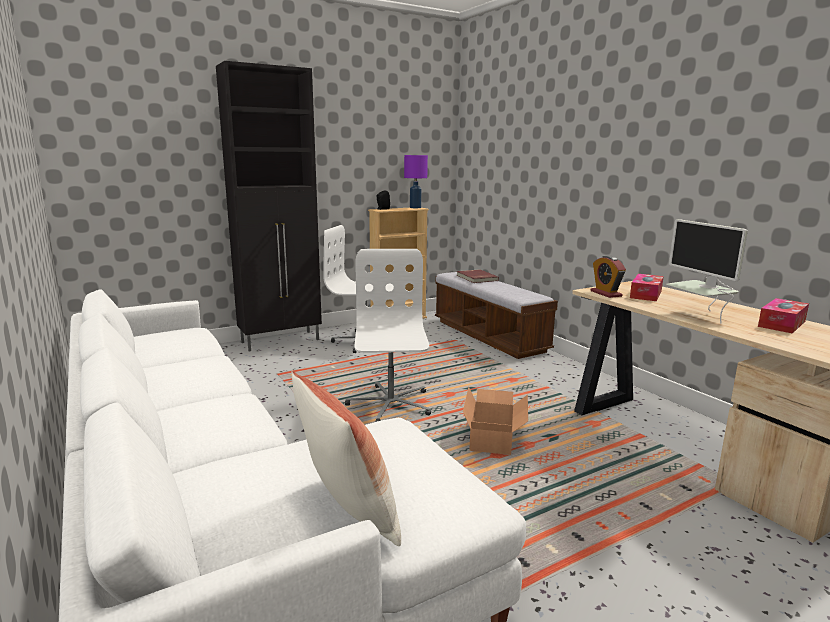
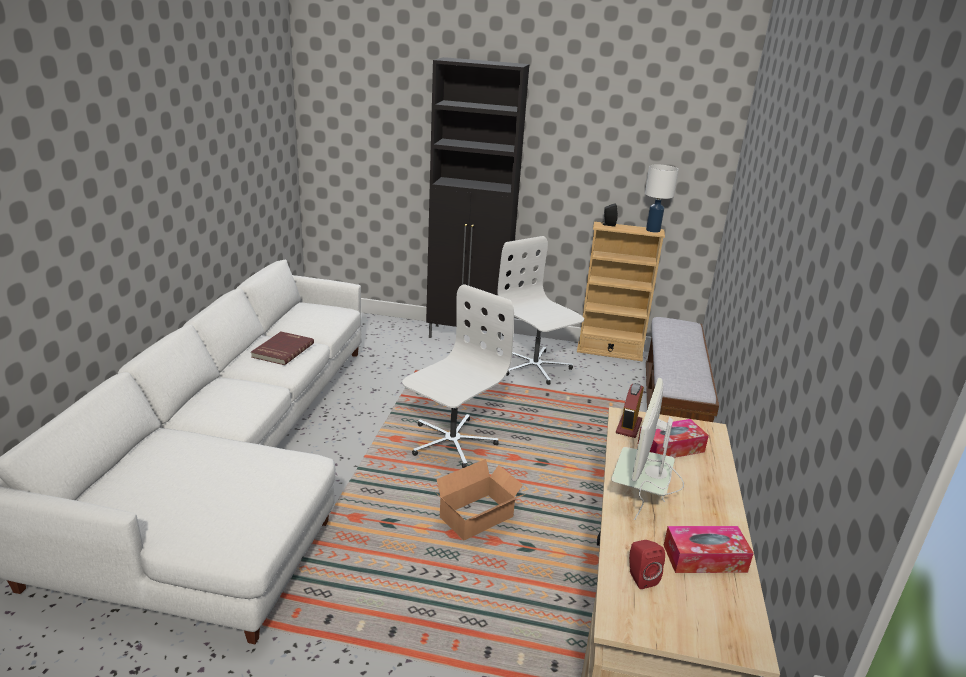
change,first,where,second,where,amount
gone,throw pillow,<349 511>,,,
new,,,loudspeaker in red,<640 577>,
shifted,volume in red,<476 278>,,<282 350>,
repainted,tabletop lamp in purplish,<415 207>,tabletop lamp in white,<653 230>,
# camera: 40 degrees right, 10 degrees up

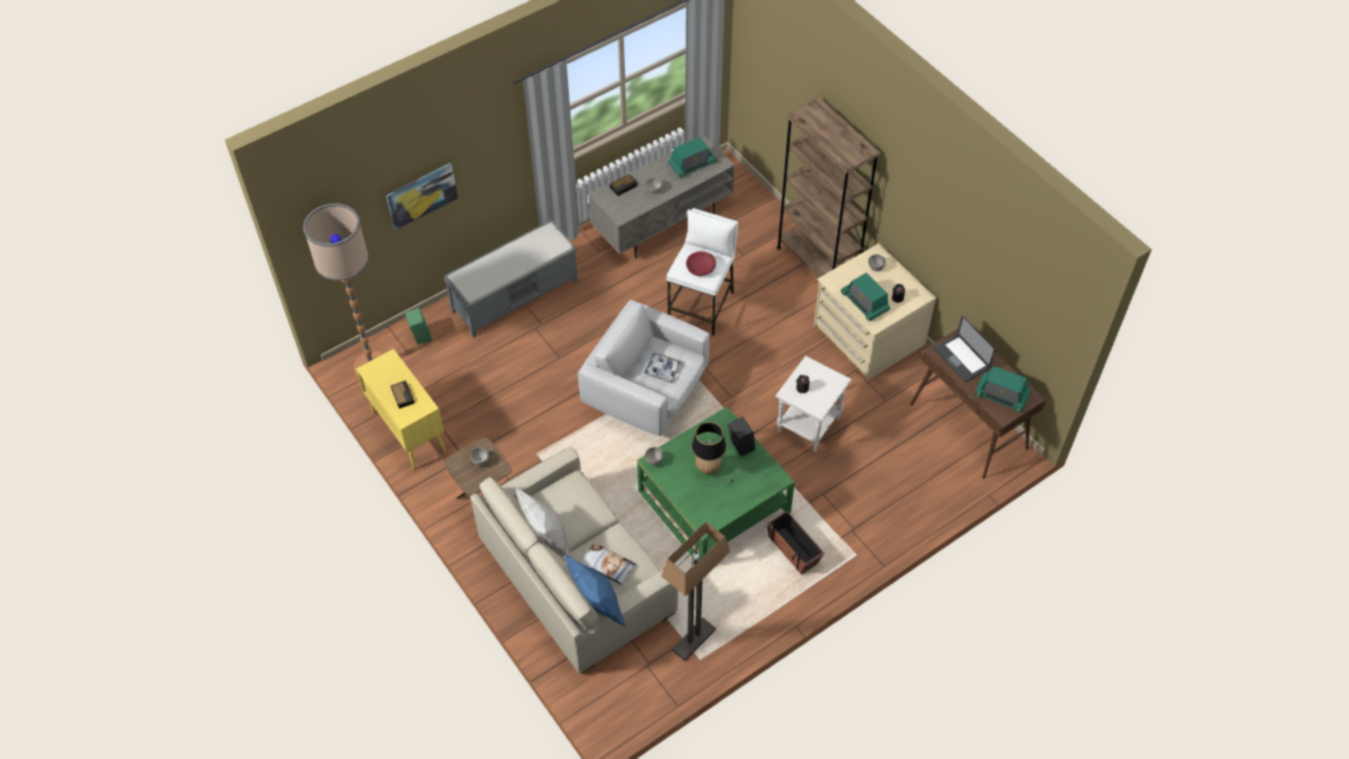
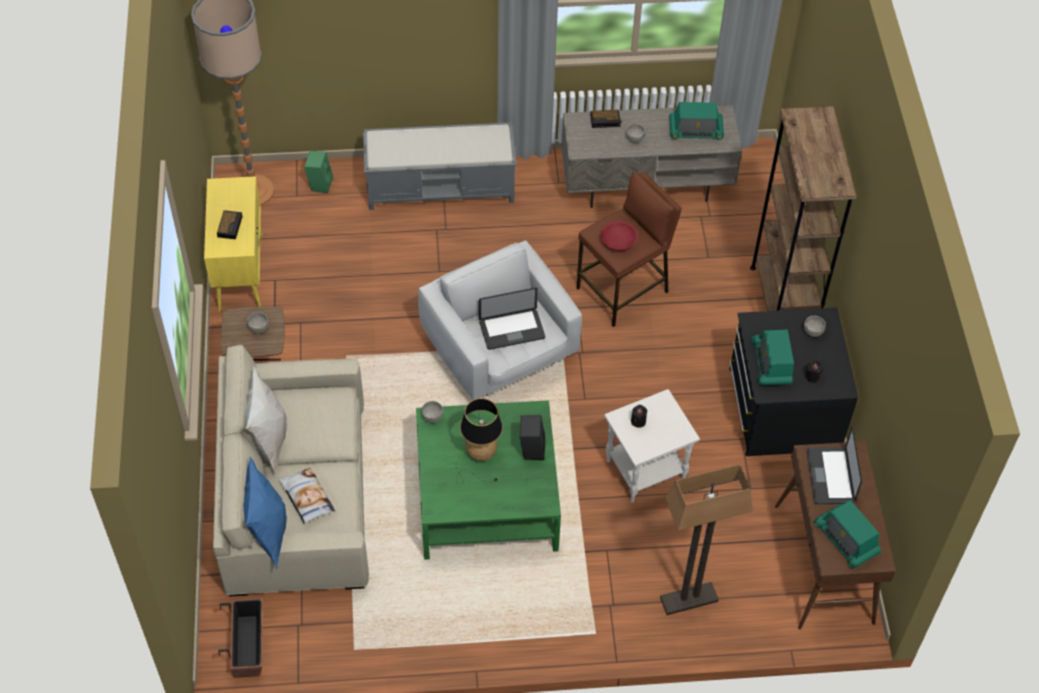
change,first,where,second,where,amount
gone,picture,<421 195>,,,
shifted,standard lamp,<694 640>,,<688 600>,
shifted,planter,<793 549>,,<248 646>,
swapped,carrying tray,<662 370>,laptop,<512 330>,
repainted,sitting stool in white,<702 307>,sitting stool in brownish,<623 290>,
repainted,dresser in beige-coloured,<867 336>,dresser in blackish,<782 409>,
# camera: 30 degrees right, 0 degrees up

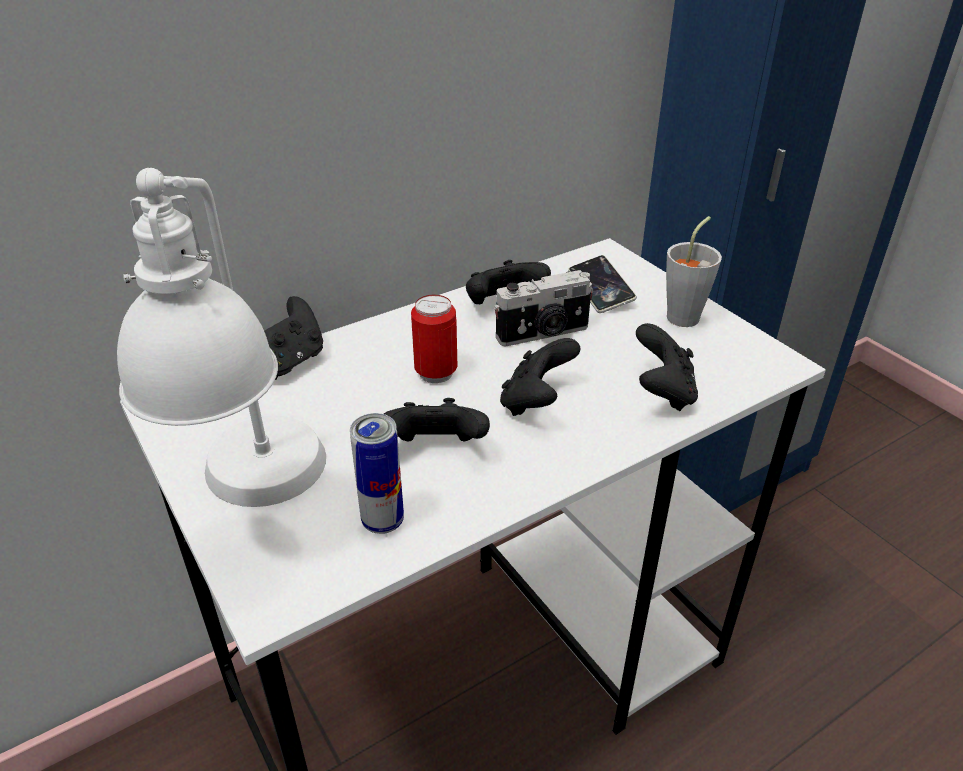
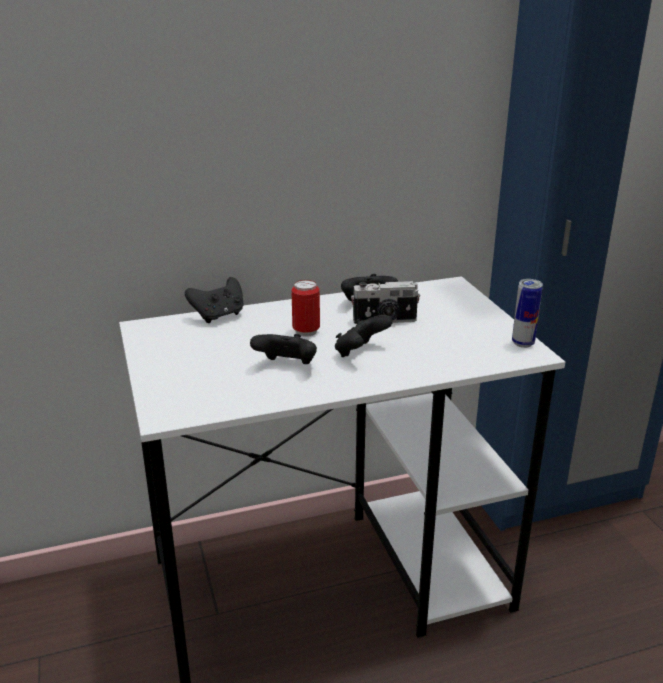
change,first,where,second,where,amount
gone,tabletop lamp in white,<258 502>,,,
gone,telephone,<600 289>,,,
gone,joypad in blackish,<662 392>,,,
gone,small cup in gray,<686 314>,,,
shifted,sealed can,<383 521>,,<523 343>,
# camera: 15 degrees right, 10 degrees down

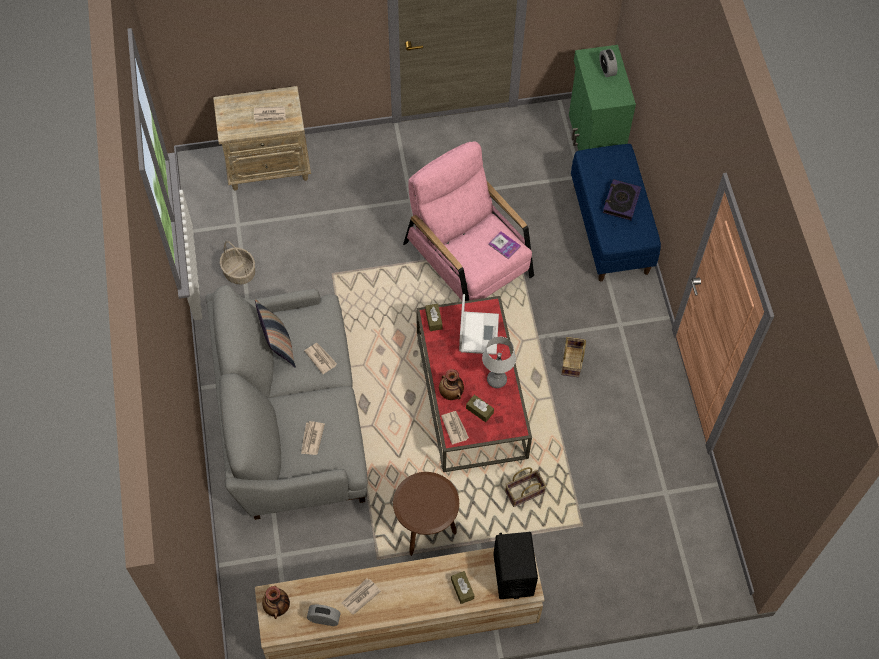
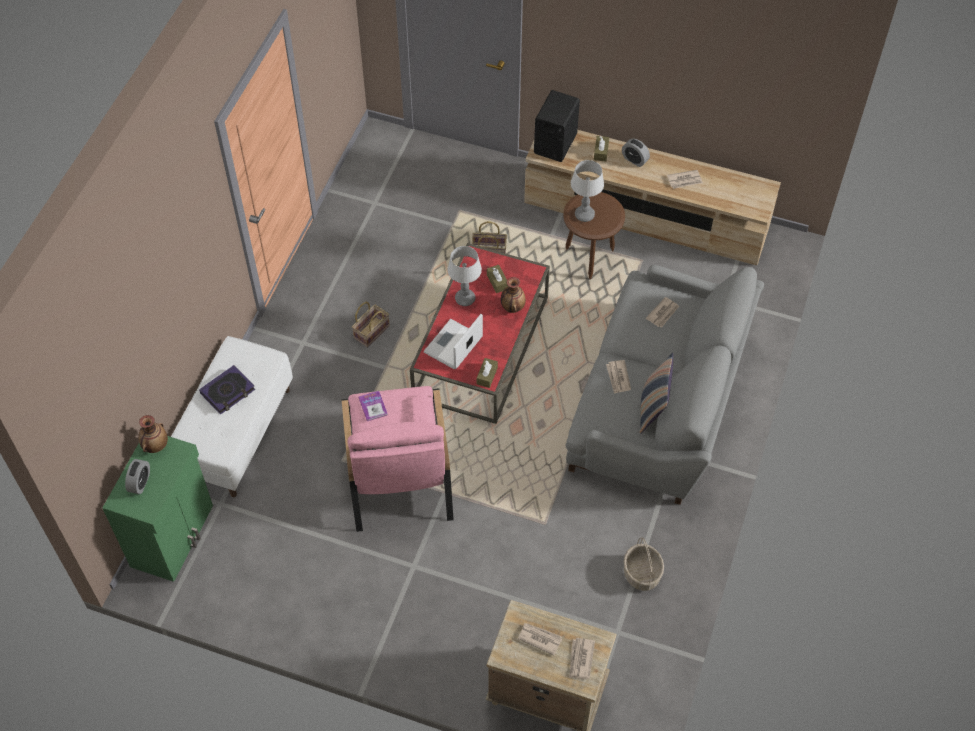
change,first,where,second,where,amount
new,,,tabletop lamp,<584 215>,
shifted,flower vase,<277 606>,,<155 445>,
shifted,table clock,<324 619>,,<634 160>,
shifted,newspaper,<455 427>,,<580 659>,
repainted,indoor bench in blue,<611 229>,indoor bench in white,<236 433>,
# camera: 150 degrees left, 5 degrees down

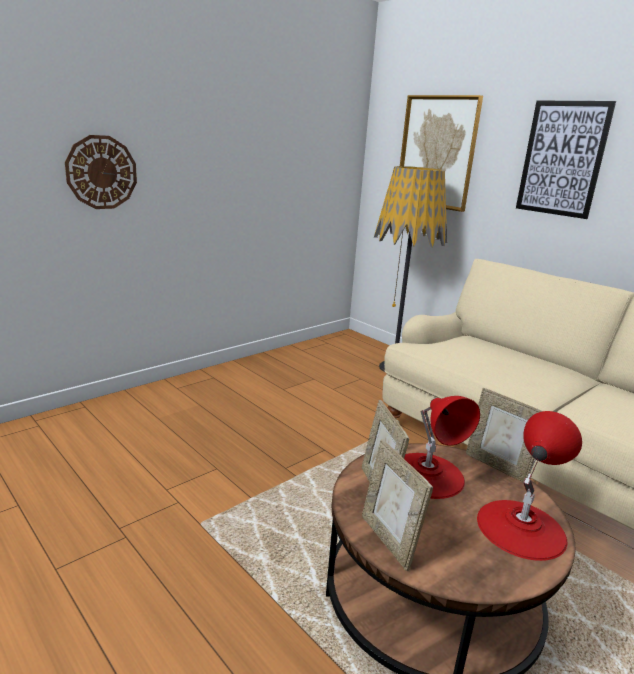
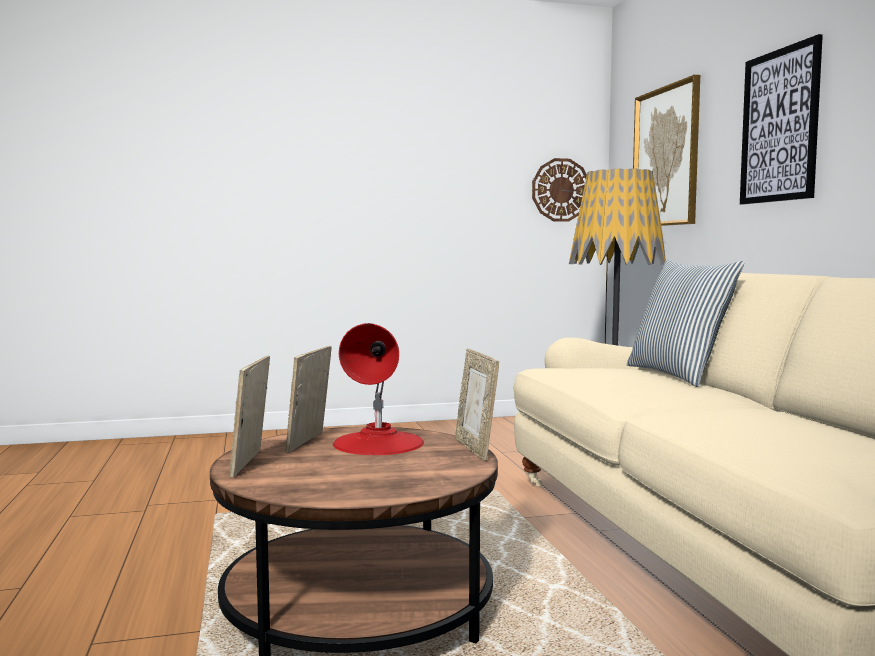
change,first,where,second,where,amount
gone,tabletop lamp in red,<520 528>,,,
new,,,throw pillow,<678 375>,
shifted,hanging clock,<101 172>,,<560 190>,
# camera: 30 degrees right, 15 degrees down

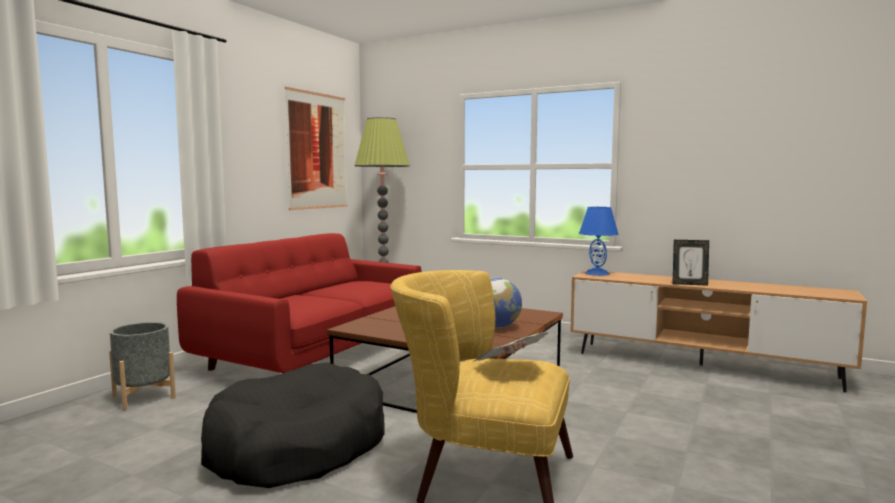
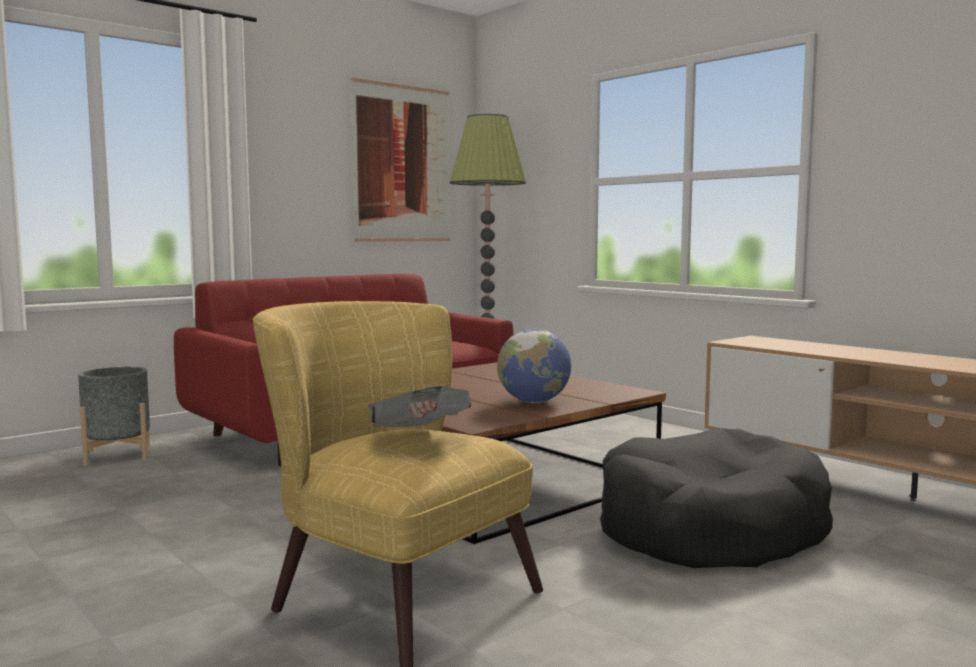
change,first,where,second,where,amount
gone,tabletop lamp in blue,<597 273>,,,
gone,picture frame,<689 284>,,,
shifted,dog cushion in blackish,<297 446>,,<709 530>,
# camera: 20 degrees right, 0 degrees up

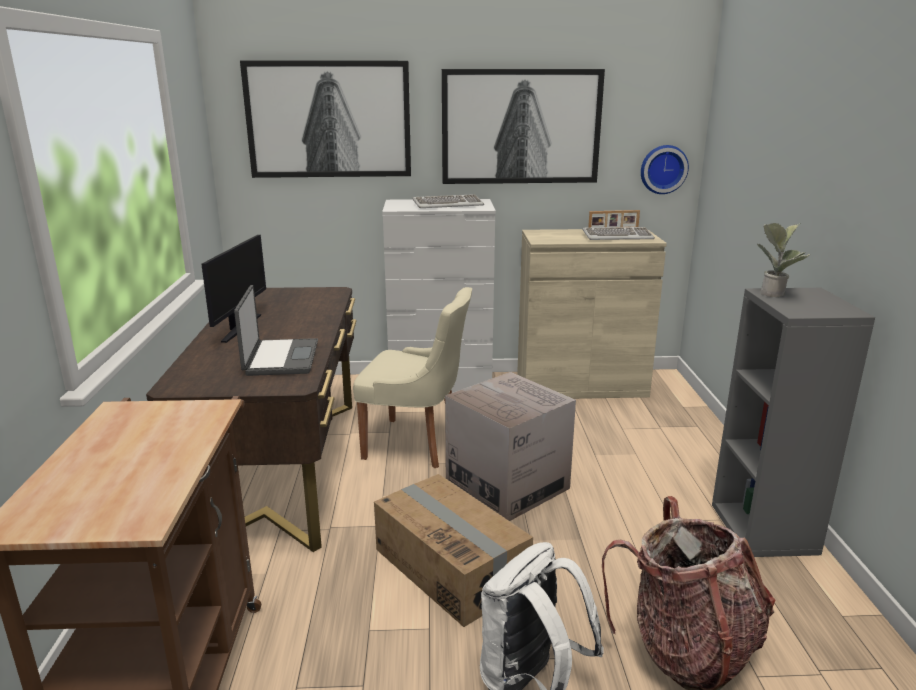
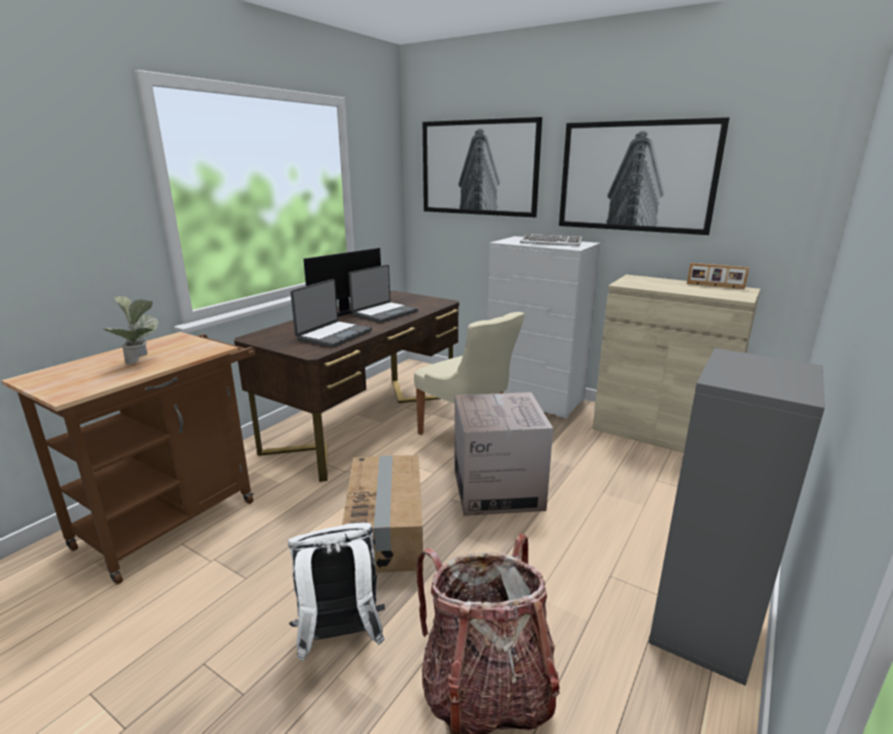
change,first,where,second,where,amount
gone,keyboard,<617 237>,,,
gone,hanging clock,<663 169>,,,
new,,,laptop,<384 313>,
shifted,potted plant,<775 293>,,<142 361>,
# camera: 35 degrees right, 0 degrees up

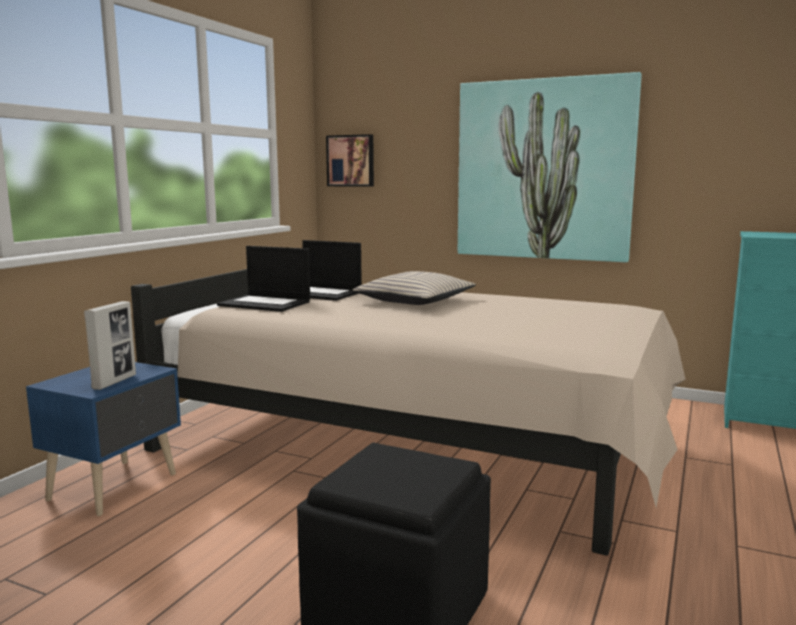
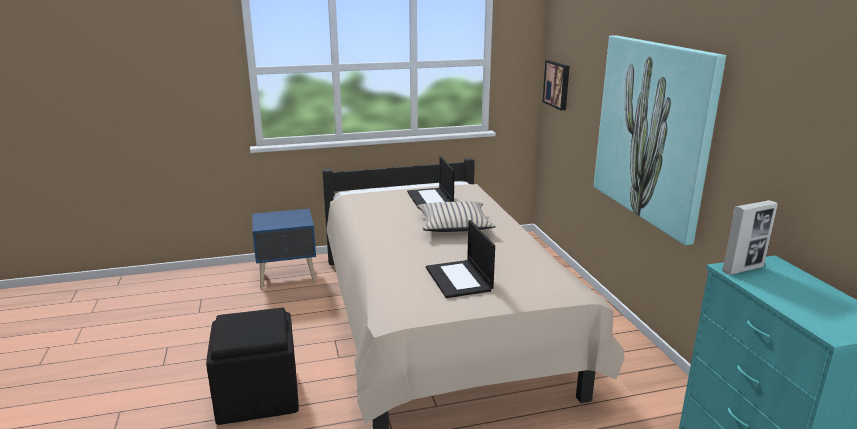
change,first,where,second,where,amount
shifted,picture frame,<114 382>,,<743 269>,
shifted,laptop,<266 303>,,<459 279>,
# camera: 50 degrees right, 10 degrees up

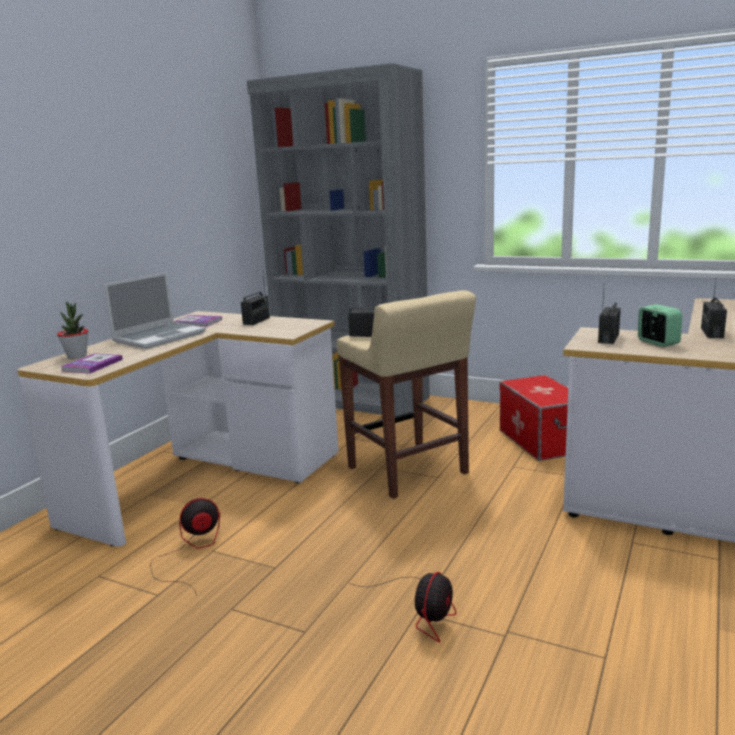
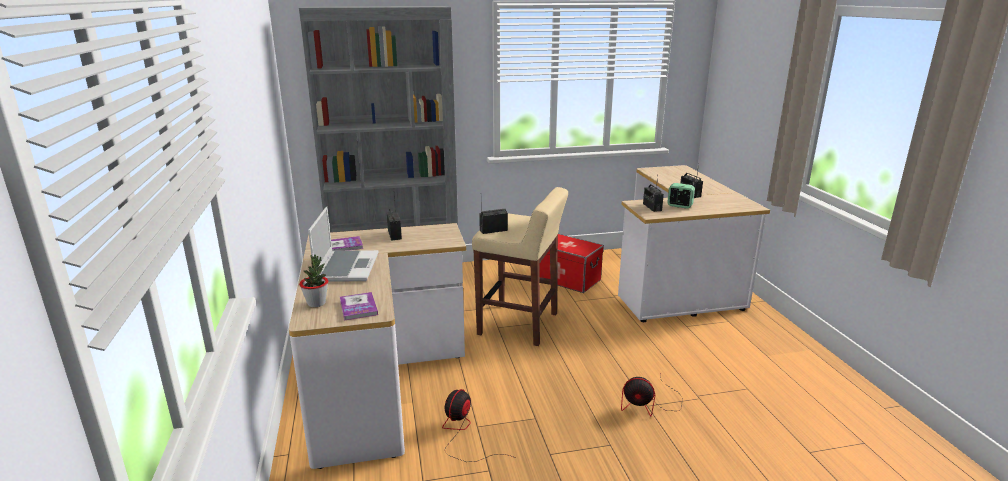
change,first,where,second,where,amount
rotated,fan,<423 611>,,<649 404>,120 degrees clockwise
# camera: 40 degrees left, 5 degrees up

